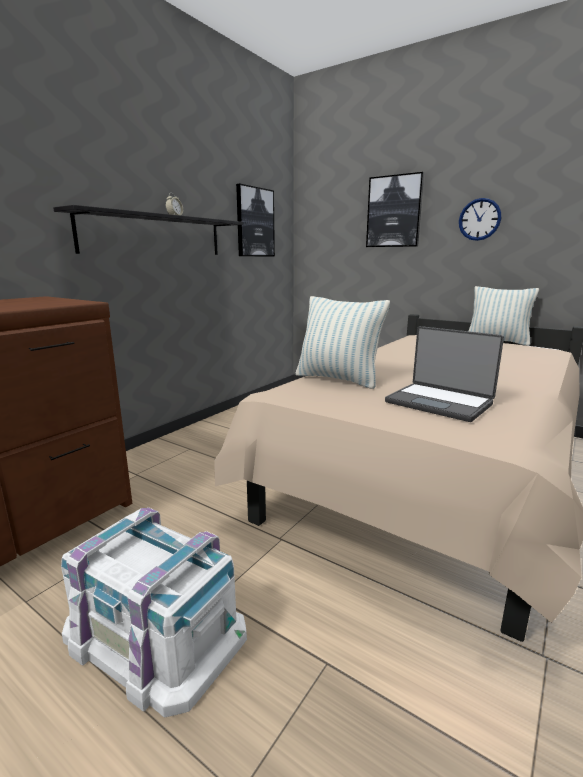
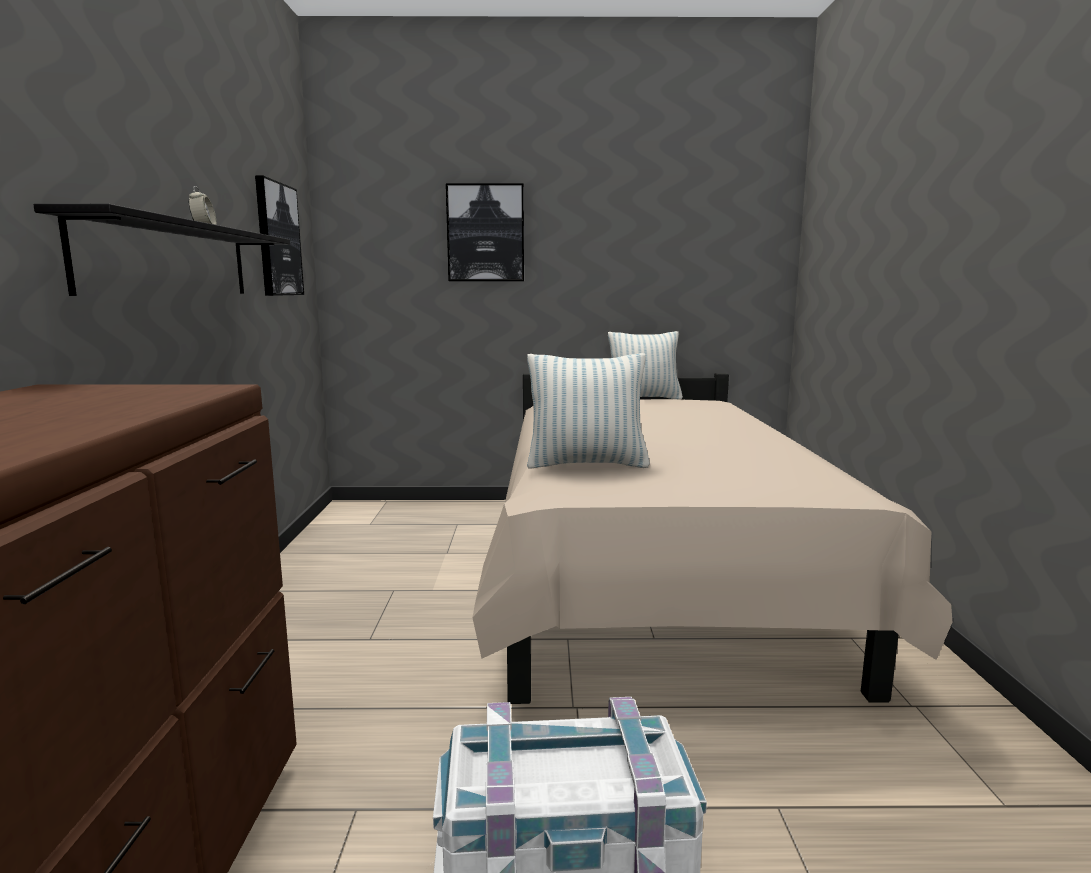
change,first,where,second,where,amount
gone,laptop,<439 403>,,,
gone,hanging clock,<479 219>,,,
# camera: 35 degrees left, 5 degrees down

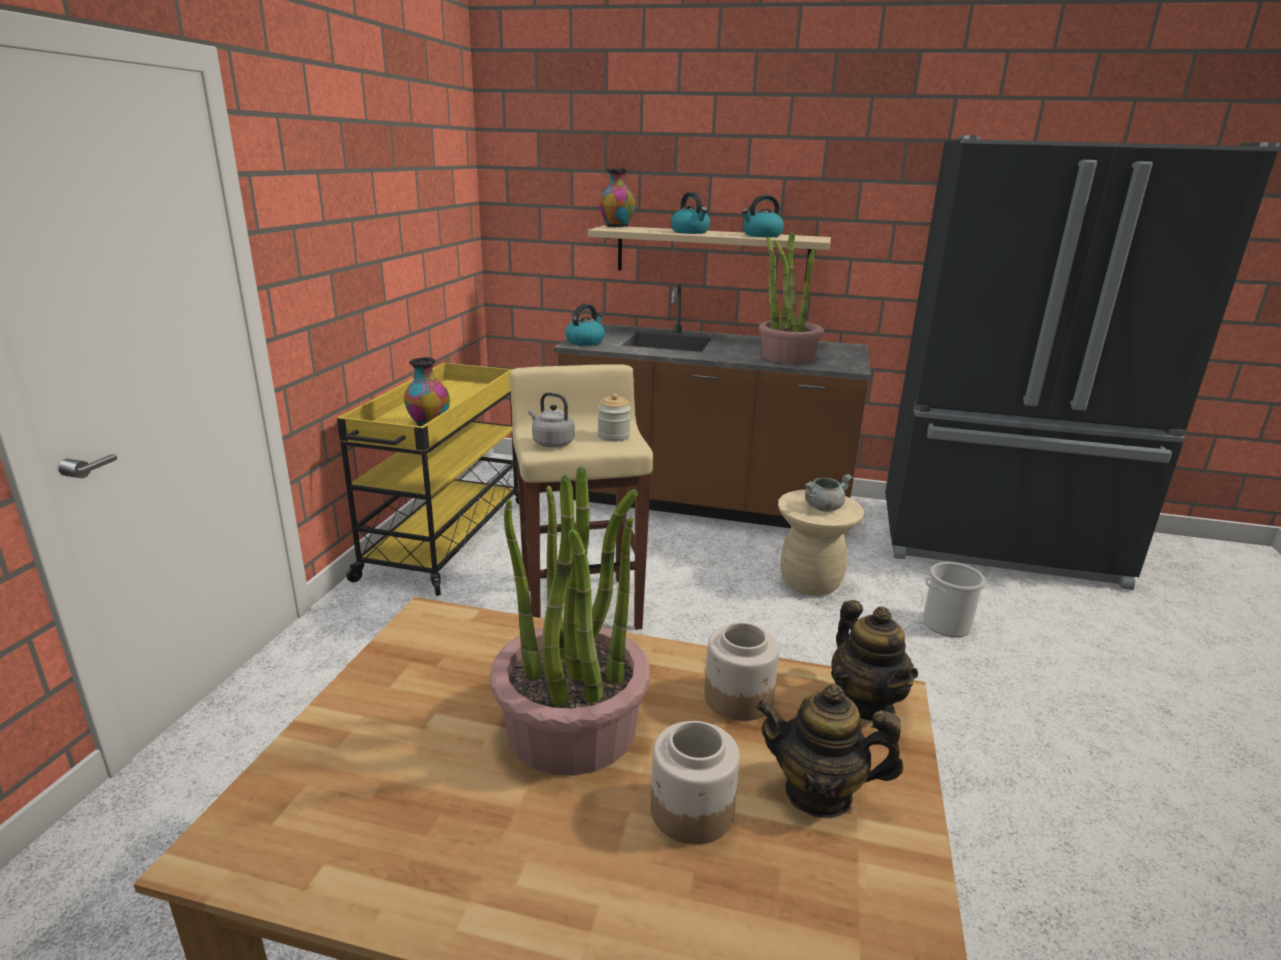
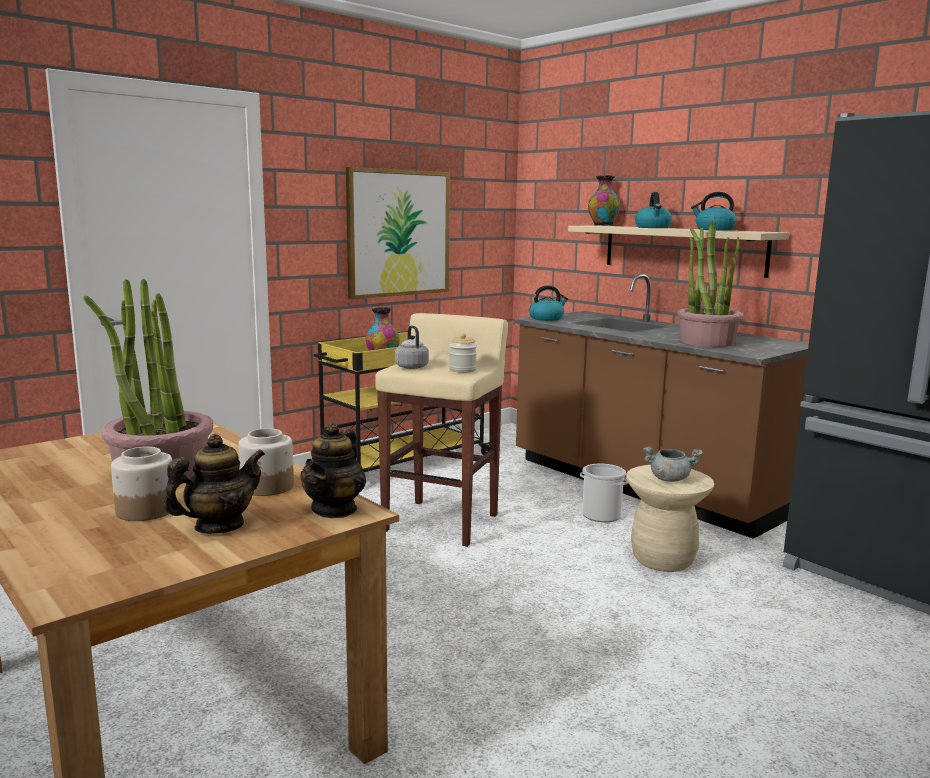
change,first,where,second,where,amount
new,,,picture,<398 233>,
shifted,pail,<947 624>,,<602 515>,
rotated,teapot,<819 793>,,<219 526>,90 degrees clockwise
# camera: 35 degrees right, 10 degrees down

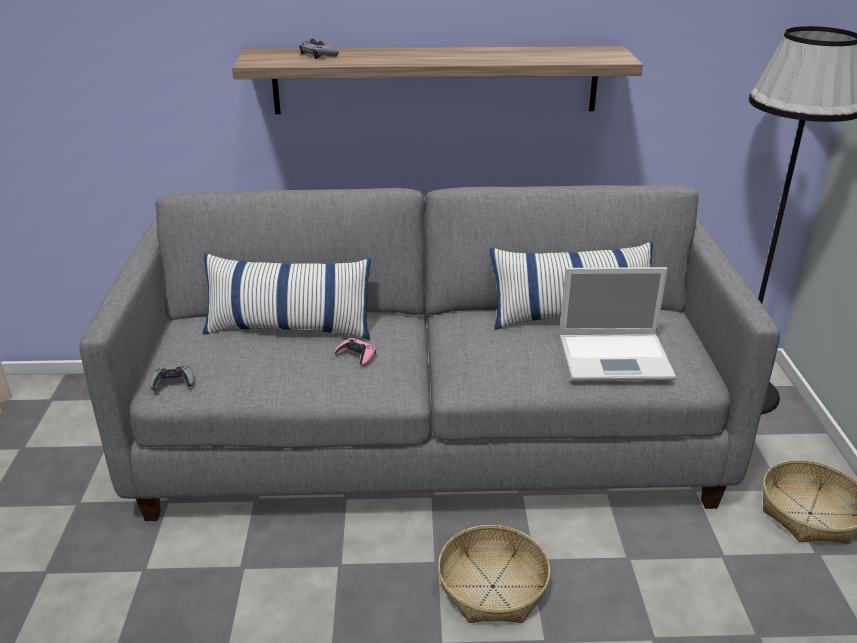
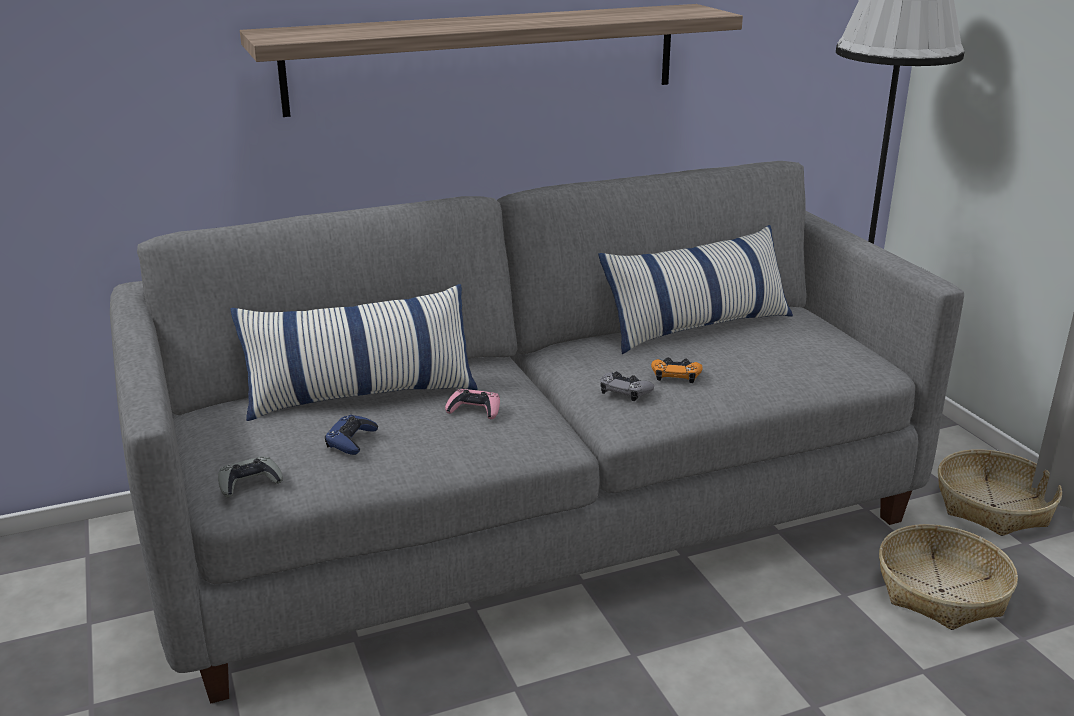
change,first,where,second,where,amount
gone,laptop,<617 357>,,,
new,,,joypad in blue,<351 440>,
new,,,joypad in orangey,<676 375>,
shifted,joypad in gray,<318 54>,,<625 391>,
shifted,household basket,<492 586>,,<940 590>,
# camera: 20 degrees left, 5 degrees down

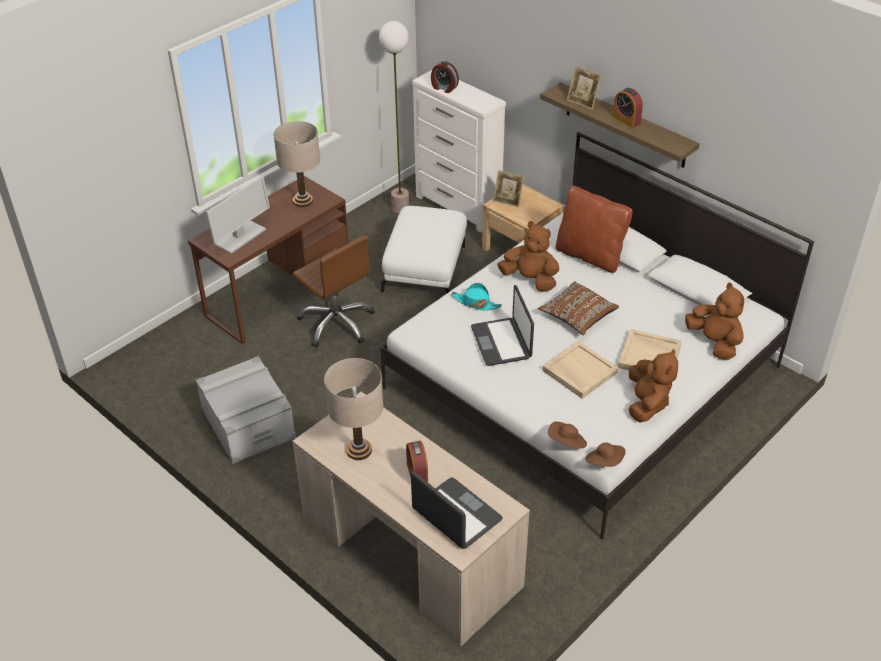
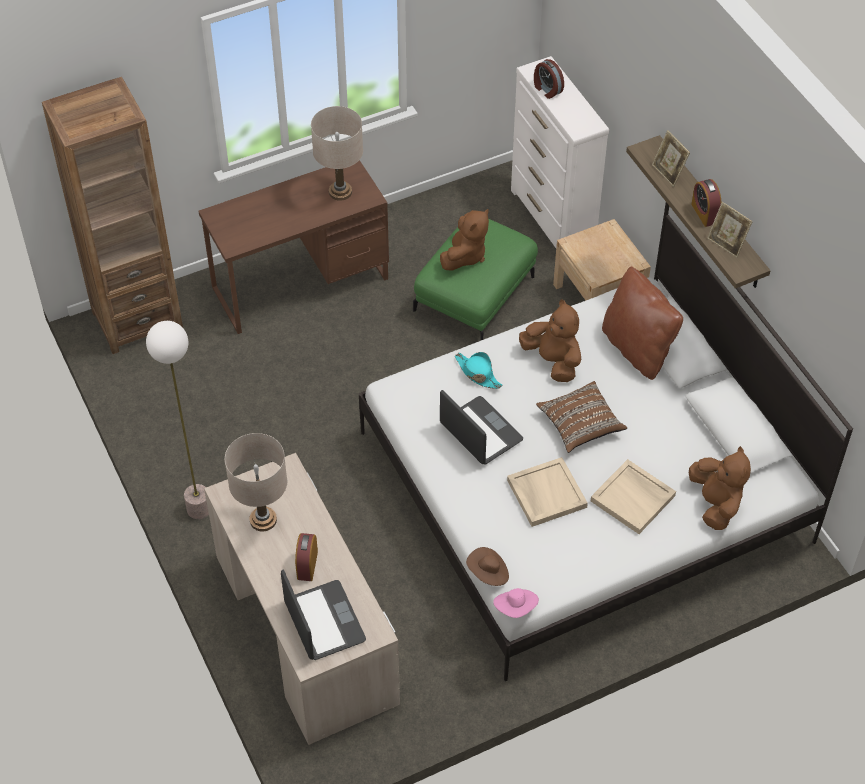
change,first,where,second,where,amount
gone,storage container in gray,<248 424>,,,
gone,computer screen,<240 237>,,,
gone,desk chair in brownish,<337 323>,,,
new,,,bookcase in brownish,<137 319>,
shifted,standard lamp,<400 208>,,<199 509>,
shifted,picture frame,<508 201>,,<726 244>,
shifted,soft toy in brownish,<647 403>,,<465 255>,
repainted,ottoman in white,<425 270>,ottoman in greenish,<475 295>,
repainted,hat in brownish,<604 462>,hat in pink-coloured,<516 608>,
rotated,laptop,<502 342>,,<480 432>,135 degrees clockwise
# camera: 20 degrees right, 10 degrees up

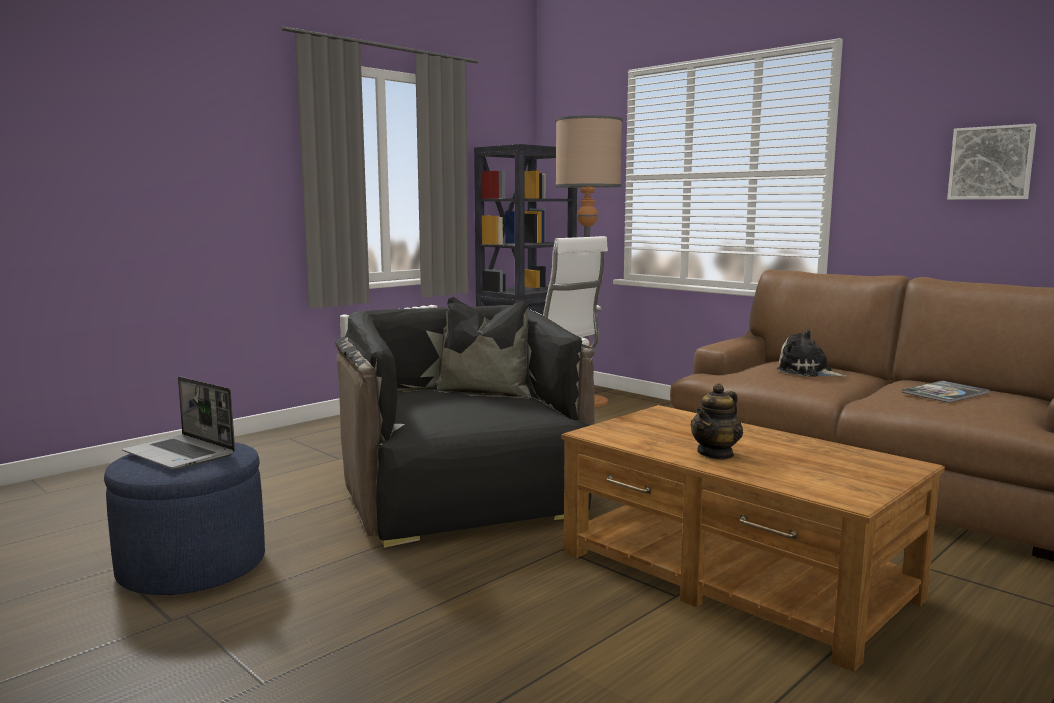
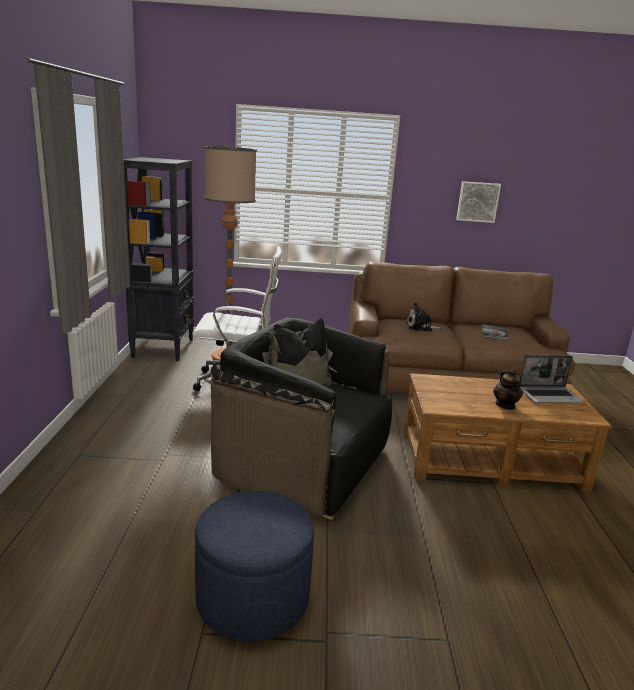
change,first,where,second,where,amount
shifted,laptop,<181 454>,,<550 396>,
# camera: 45 degrees left, 10 degrees up

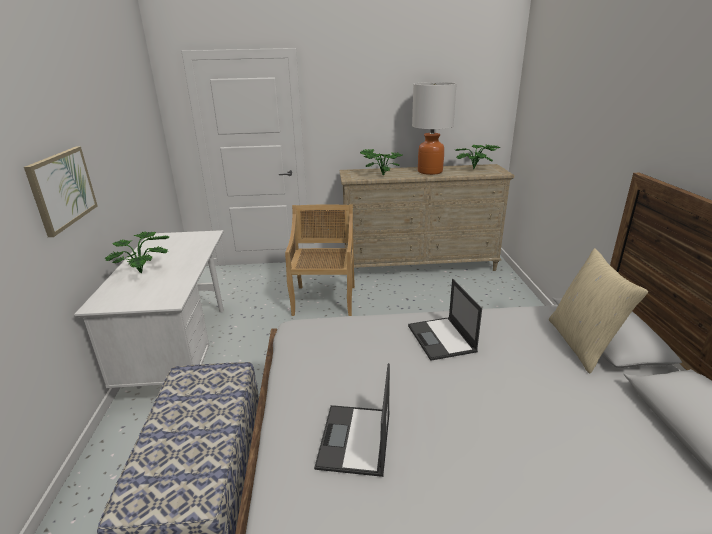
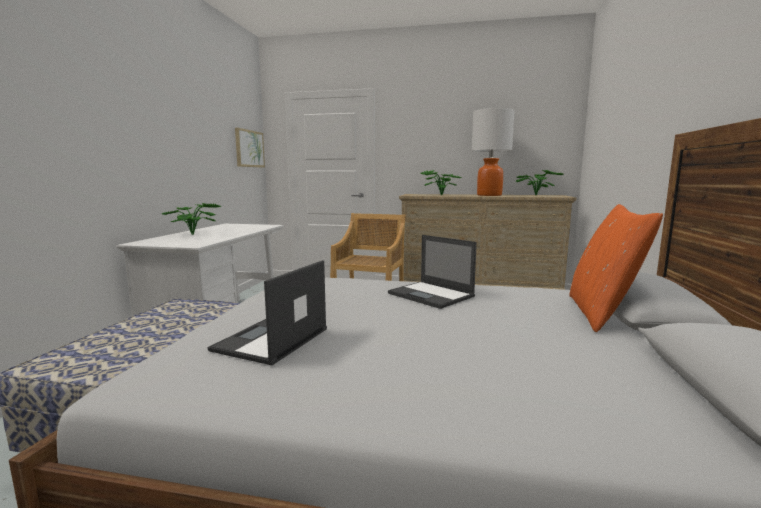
change,first,where,second,where,amount
shifted,picture,<62 189>,,<249 148>,
repainted,throw pillow in beige-coloured,<582 344>,throw pillow in orangey,<602 313>,
rotated,laptop,<442 339>,,<431 295>,45 degrees counterclockwise
# camera: 15 degrees right, 15 degrees down

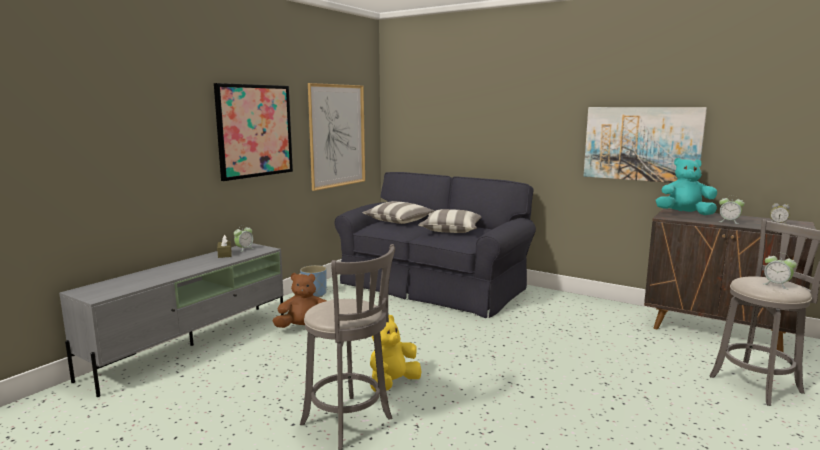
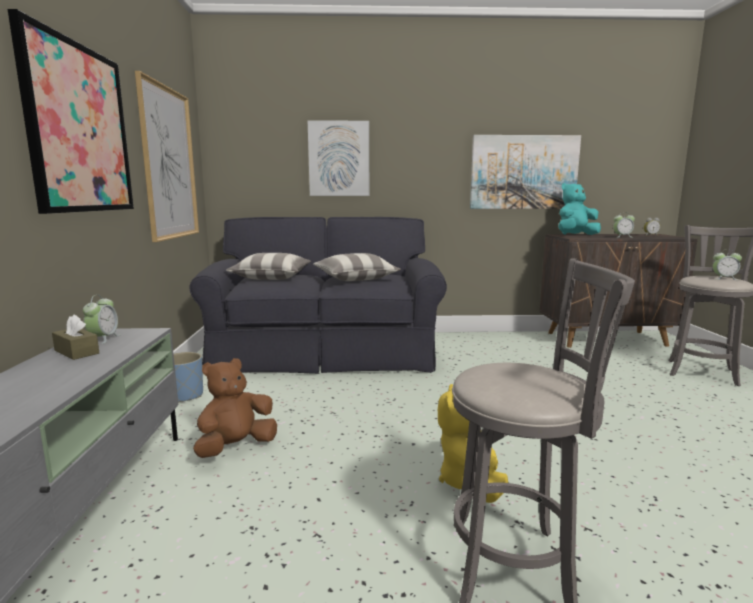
change,first,where,second,where,amount
new,,,picture,<339 159>,
# camera: 35 degrees left, 0 degrees up

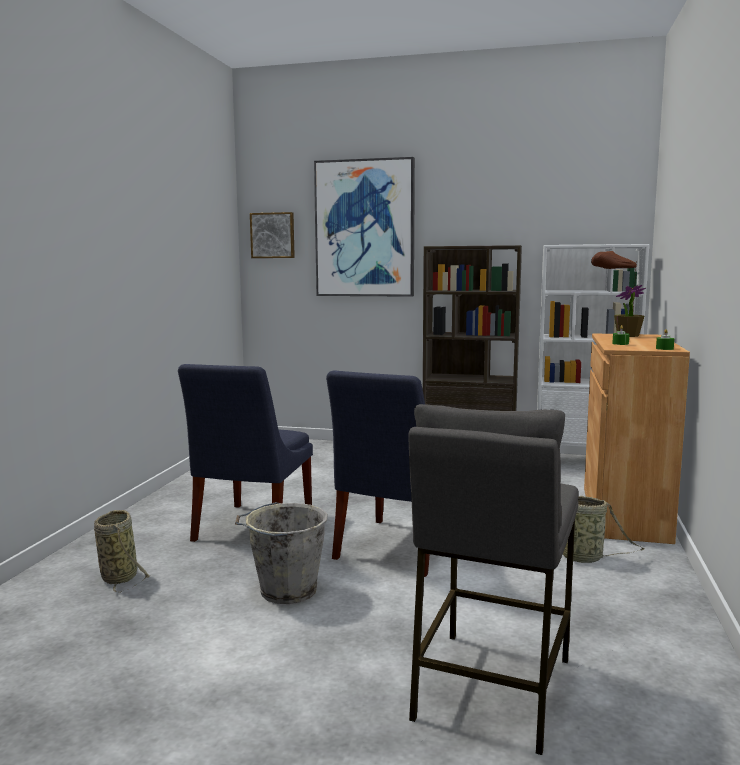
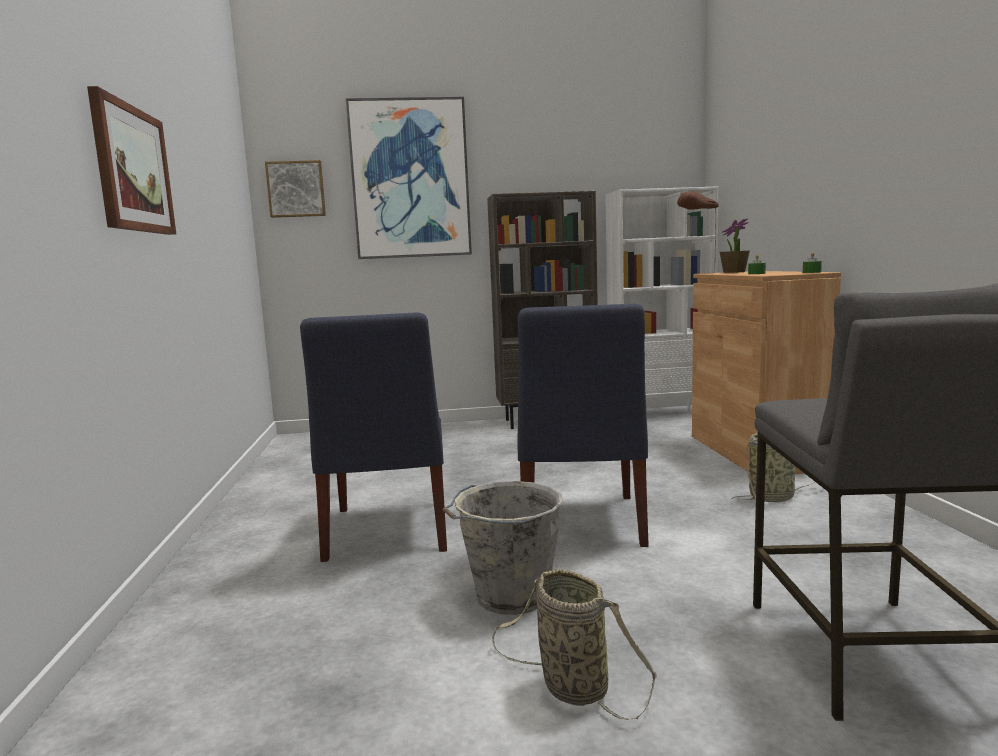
change,first,where,second,where,amount
new,,,picture,<132 169>,
shifted,household basket,<119 576>,,<570 686>,
# camera: 20 degrees left, 0 degrees up

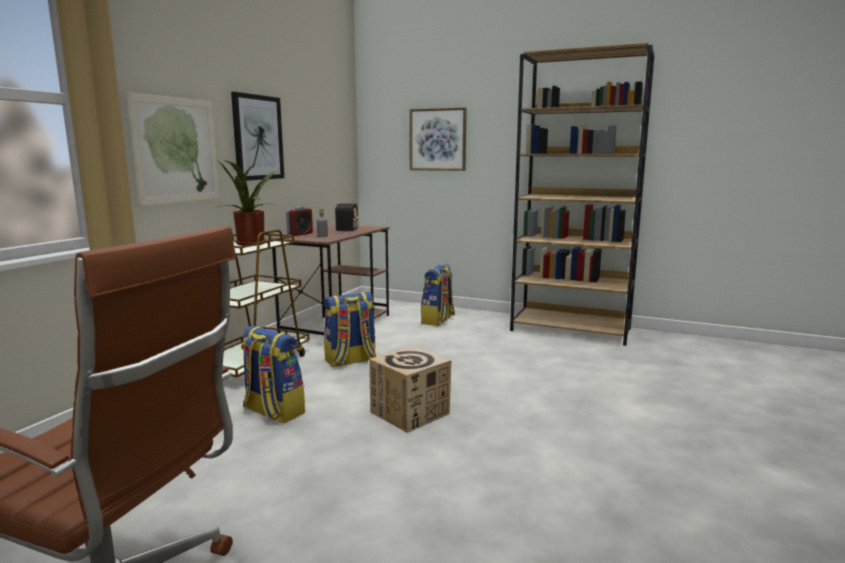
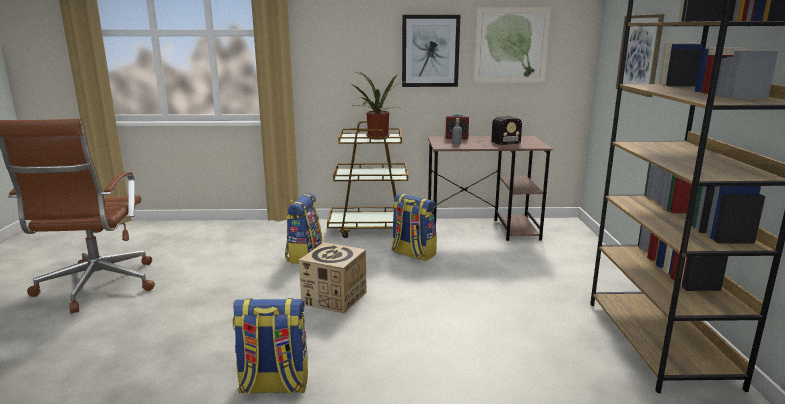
change,first,where,second,where,amount
shifted,picture,<176 150>,,<511 45>,
shifted,rucksack,<438 320>,,<273 385>,
# camera: 65 degrees right, 5 degrees up

